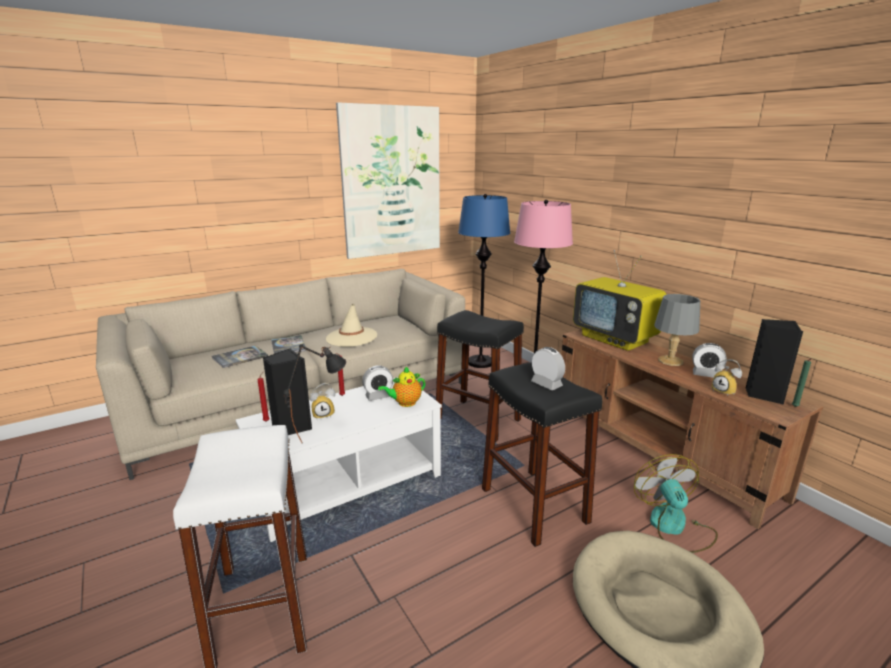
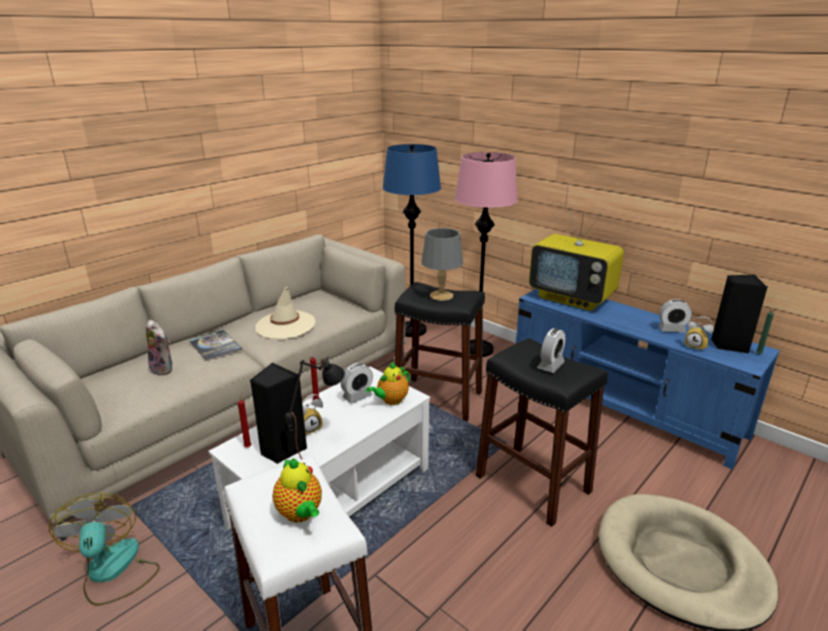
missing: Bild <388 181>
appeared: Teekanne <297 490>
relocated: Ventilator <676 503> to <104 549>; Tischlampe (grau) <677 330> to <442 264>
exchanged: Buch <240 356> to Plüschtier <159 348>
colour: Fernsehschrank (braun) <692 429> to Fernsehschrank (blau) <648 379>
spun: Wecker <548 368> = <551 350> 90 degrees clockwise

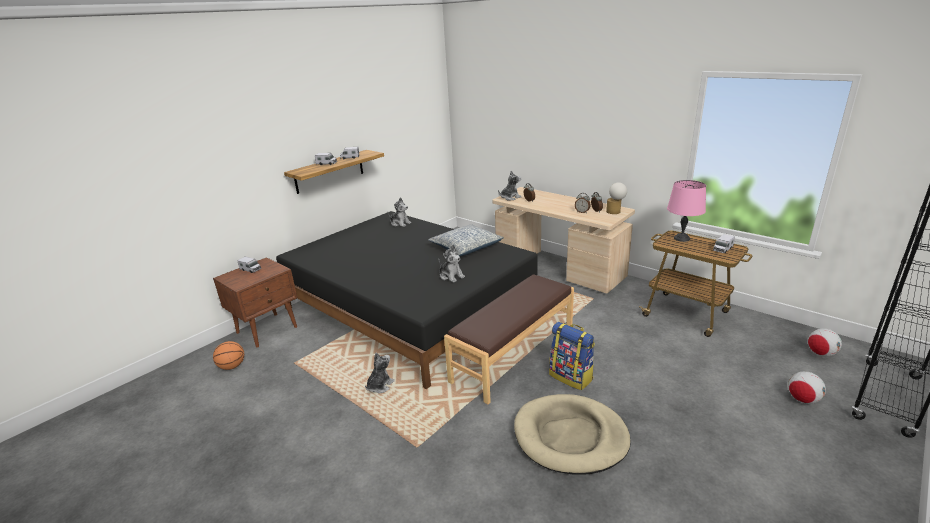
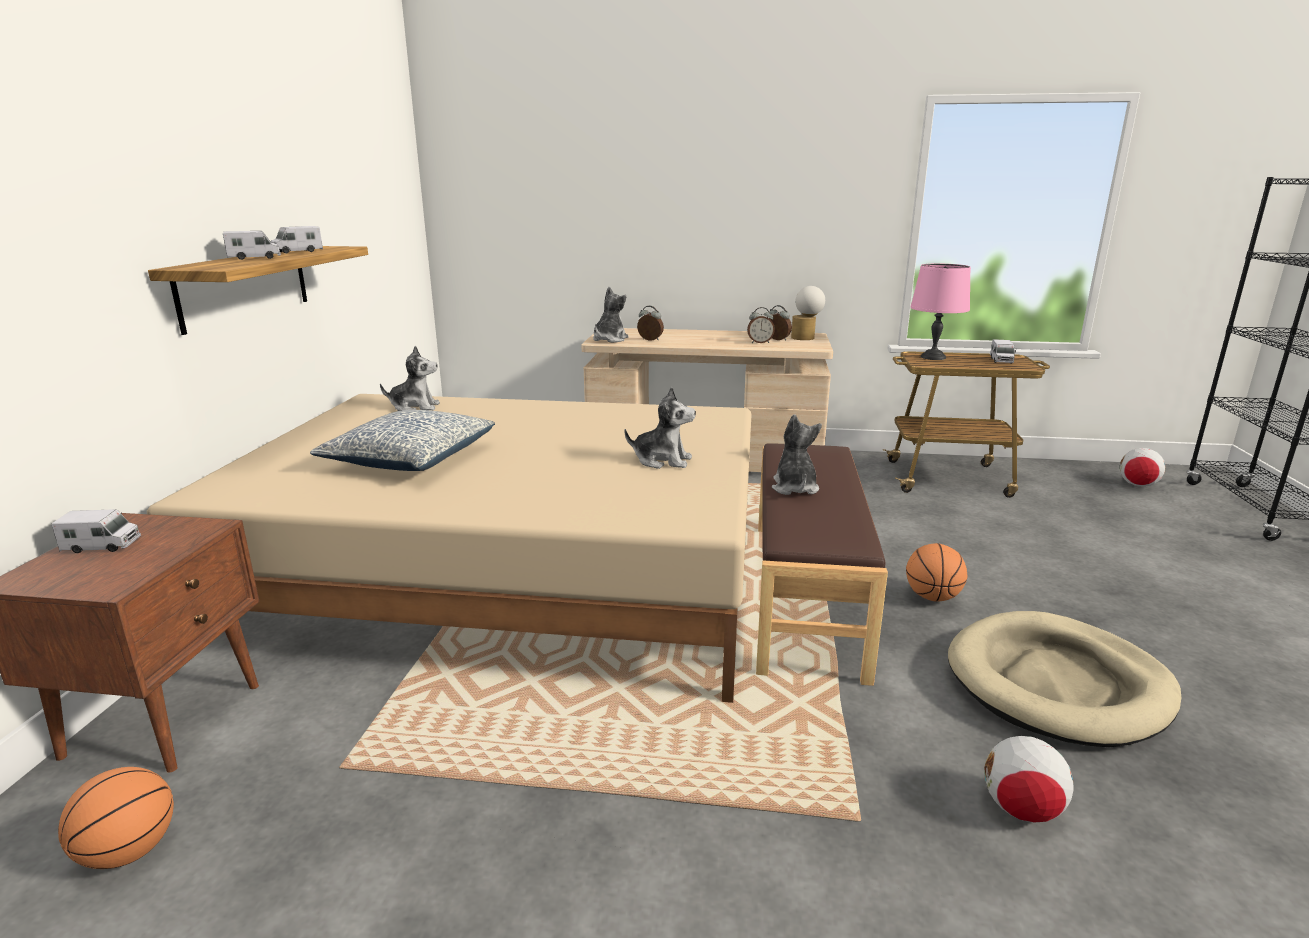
relocated: Kissen <466 240> to <402 440>; Plüschtier <380 373> to <797 454>; Fußball <807 388> to <1029 779>
exchanged: Rucksack <572 356> to Basketball <936 572>
colour: Bett (schwarz) <407 300> to Bett (beige) <449 548>

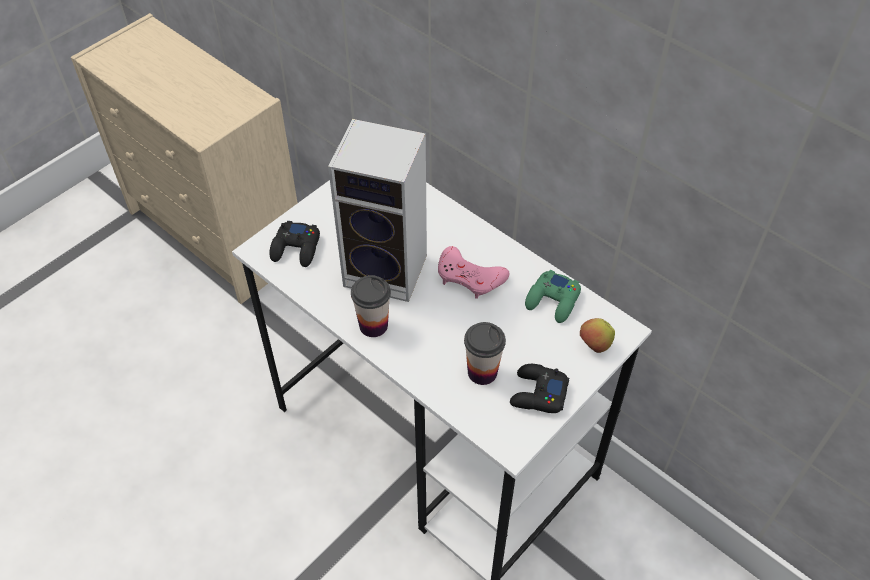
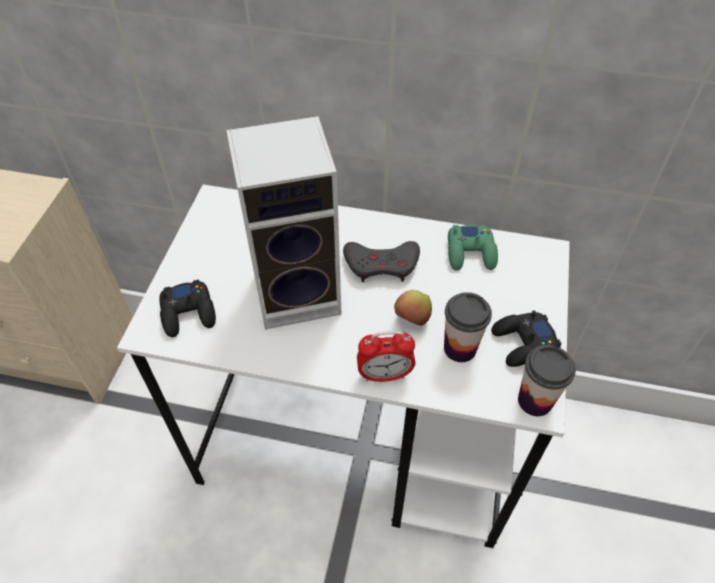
appeared: Wecker <386 356>
relocated: Apfel <597 335> to <413 308>; Tasse <371 306> to <547 380>
colour: Gamepad (rosa) <473 272> to Gamepad (grau) <381 261>

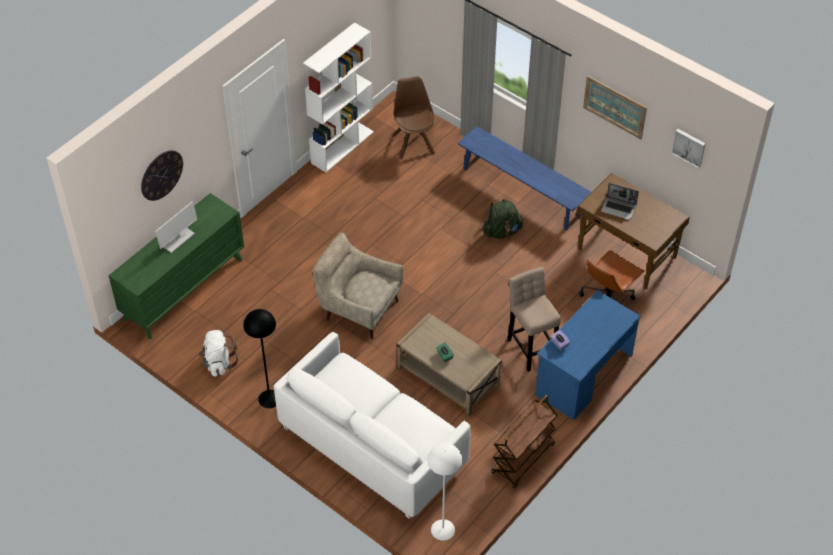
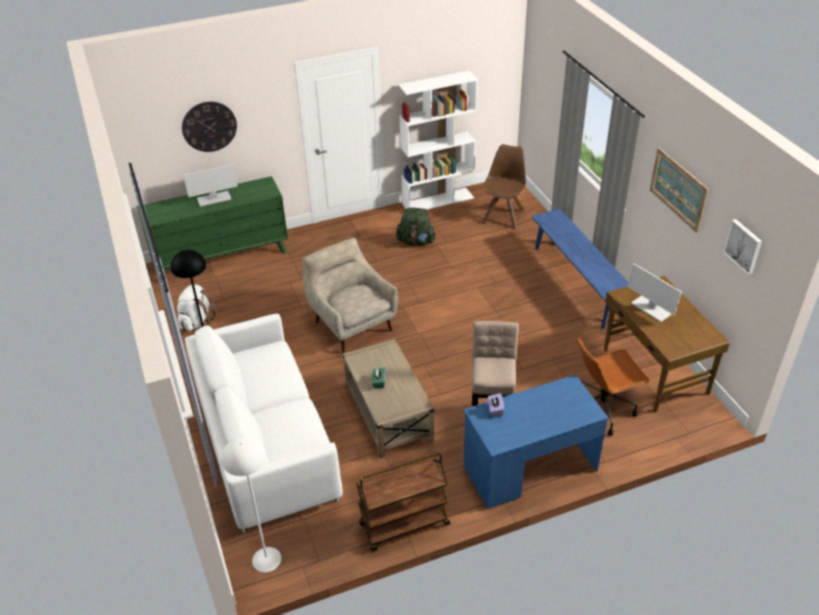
relocated: Rucksack (grün) <503 218> to <416 227>
exchanged: Laptop <620 201> to Monitor <654 292>

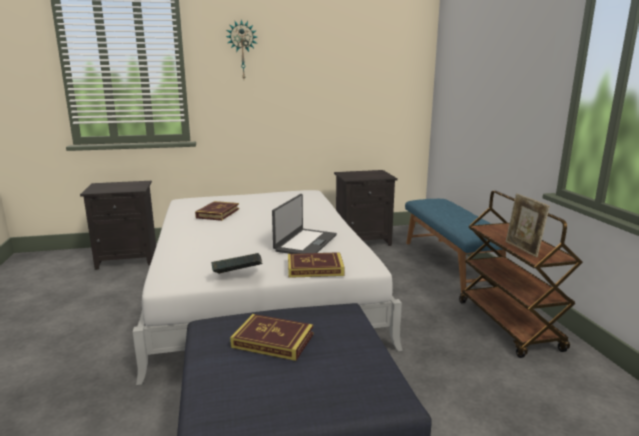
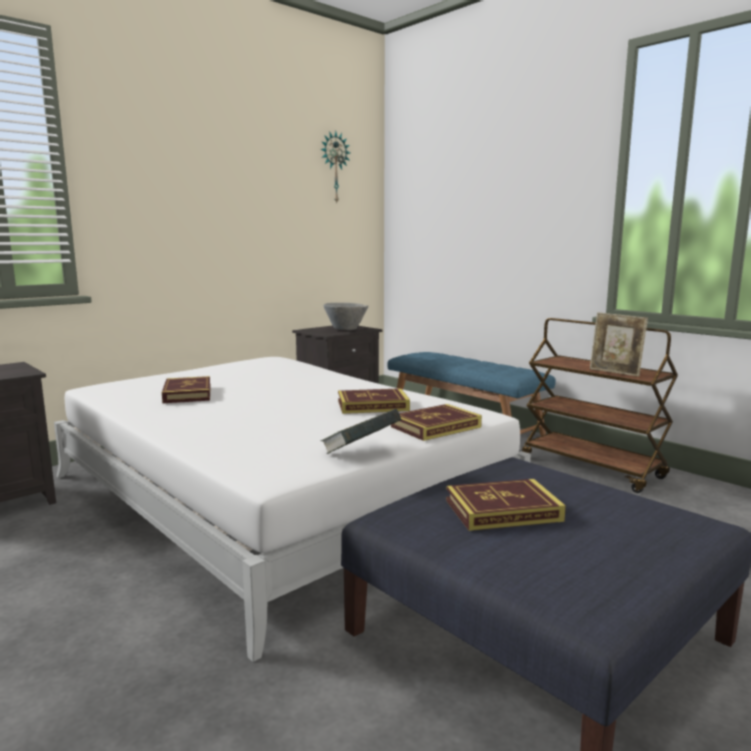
appeared: Schüssel (grau) <346 316>
relocated: Wanduhr <241 49> to <335 167>
exchanged: Laptop <304 224> to Buch <374 401>

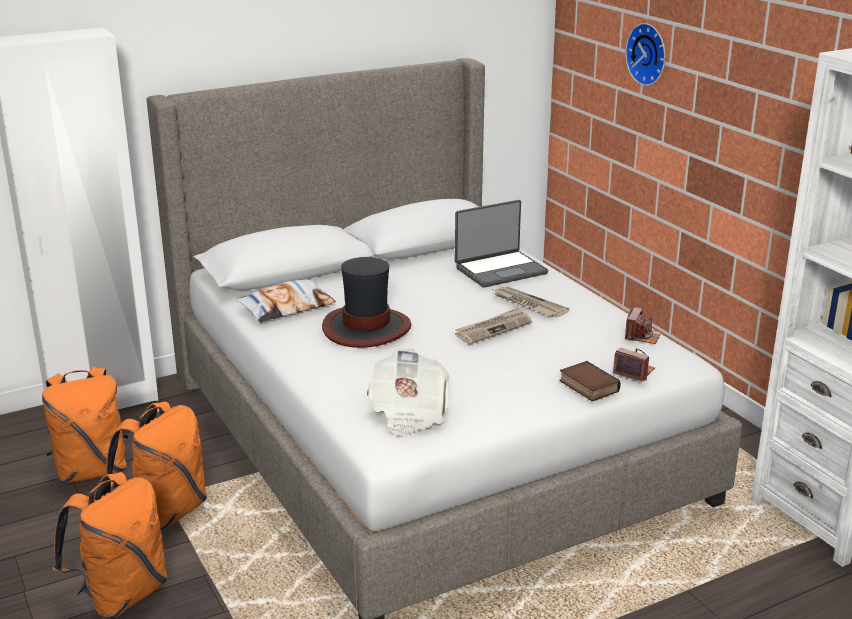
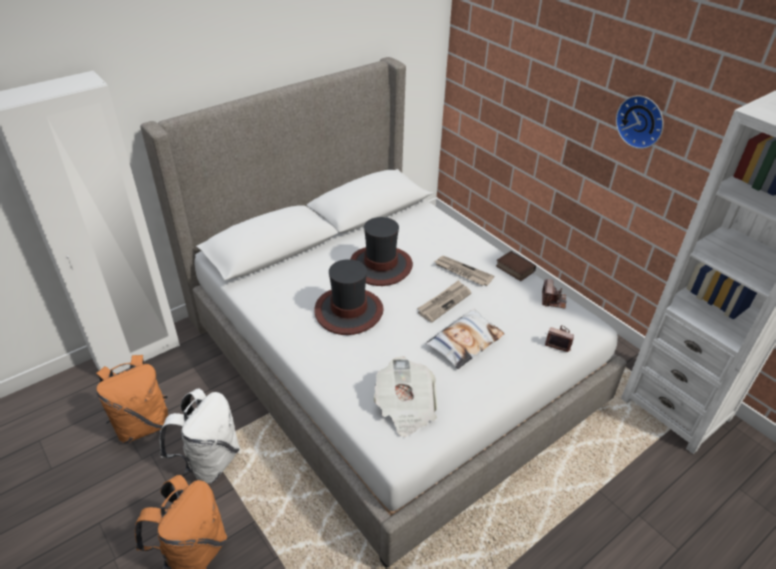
missing: Laptop <501 244>
appeared: Hut <381 251>
relocated: Kissen <286 300> to <465 339>; Buch <590 381> to <516 266>; Wanduhr <645 54> to <640 122>
colour: Rucksack (orange) <156 465> to Rucksack (weiß) <200 436>

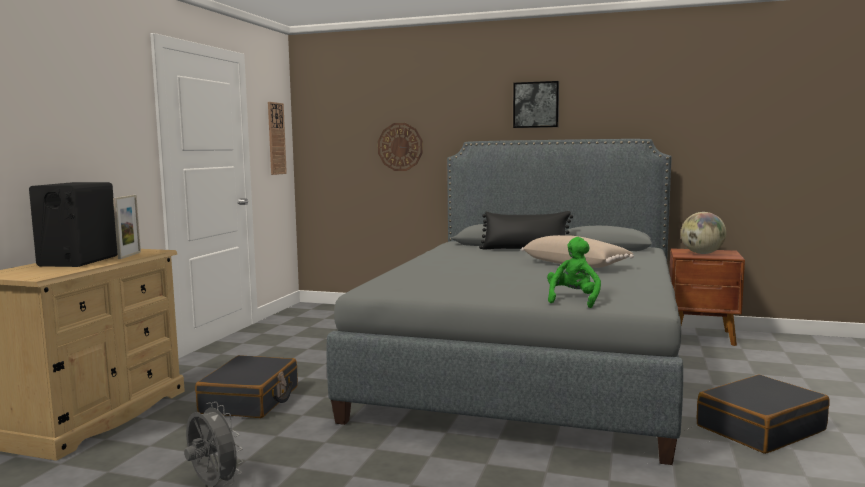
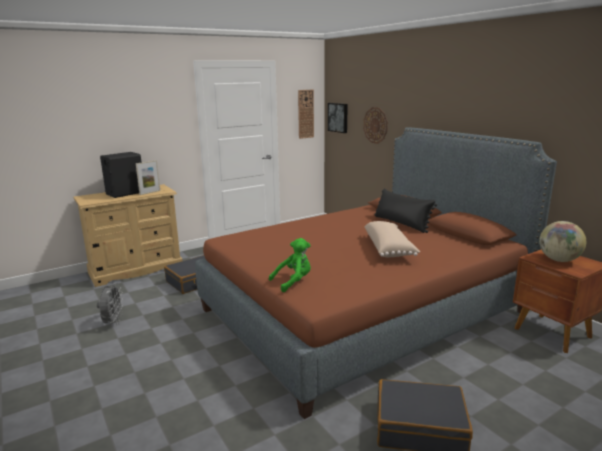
relocated: Bild <536 104> to <338 118>
colour: Bett (grau) <505 302> to Bett (braun) <376 273>

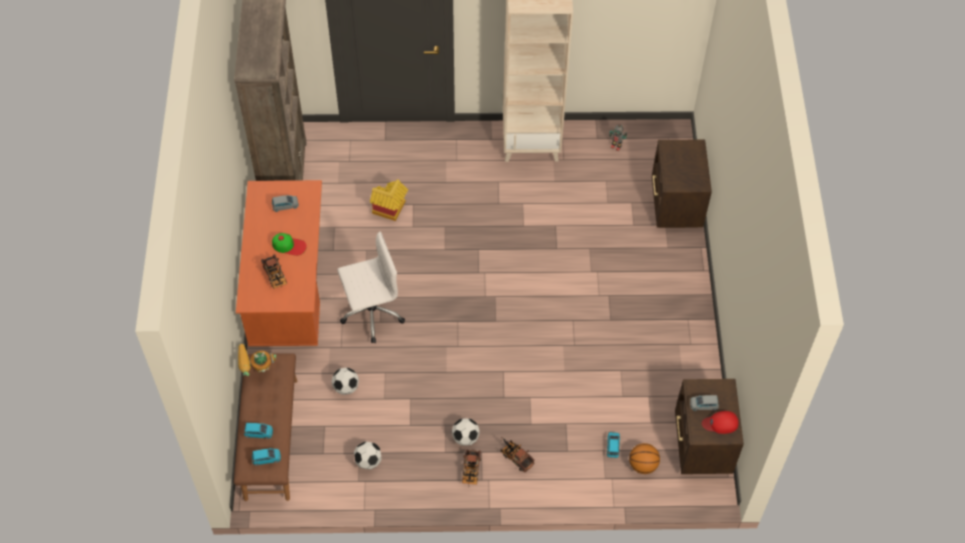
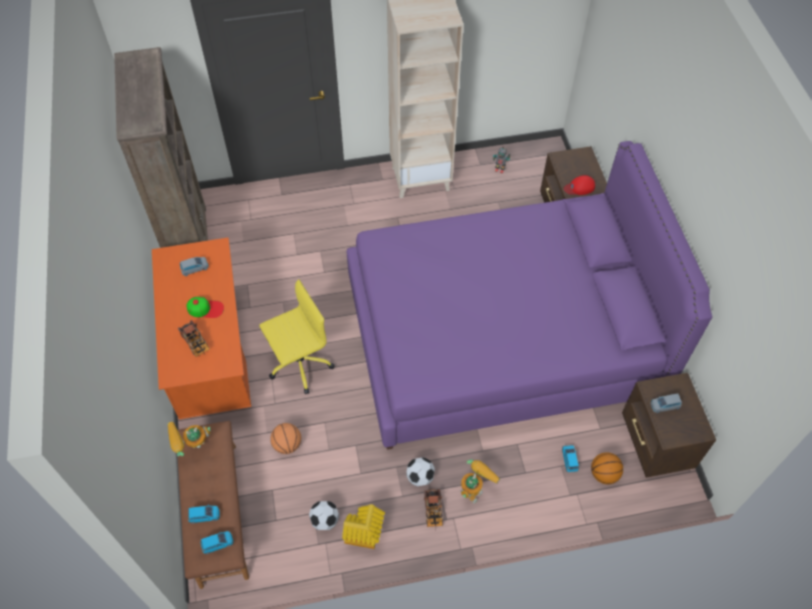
appeared: Bett (lila) <529 295>
relocated: Spielzeughaus <389 200> to <363 526>; Kappe (rot) <720 422> to <579 185>
exchanged: Fußball <345 381> to Basketball <285 438>; Spielzeuglaster <517 454> to Spielzeugroboter <480 481>
colour: Bürostuhl (weiß) <371 287> to Bürostuhl (gelb) <297 336>

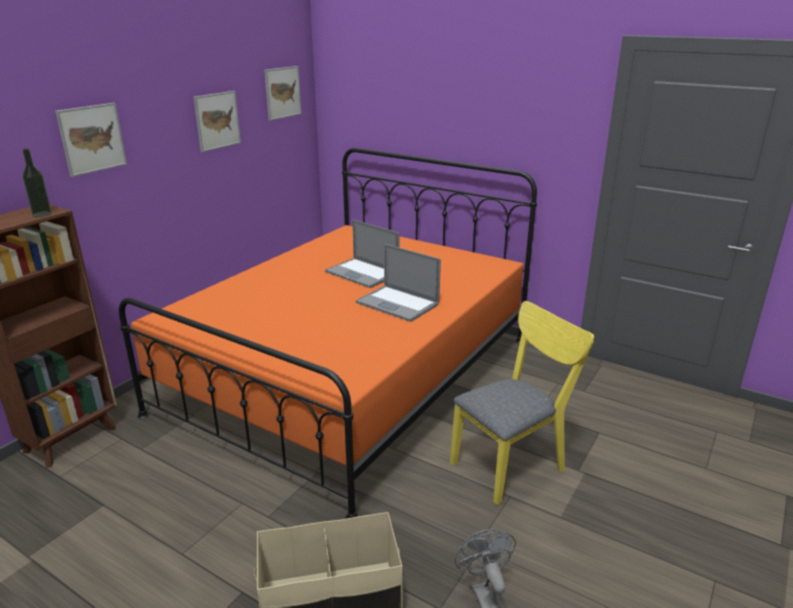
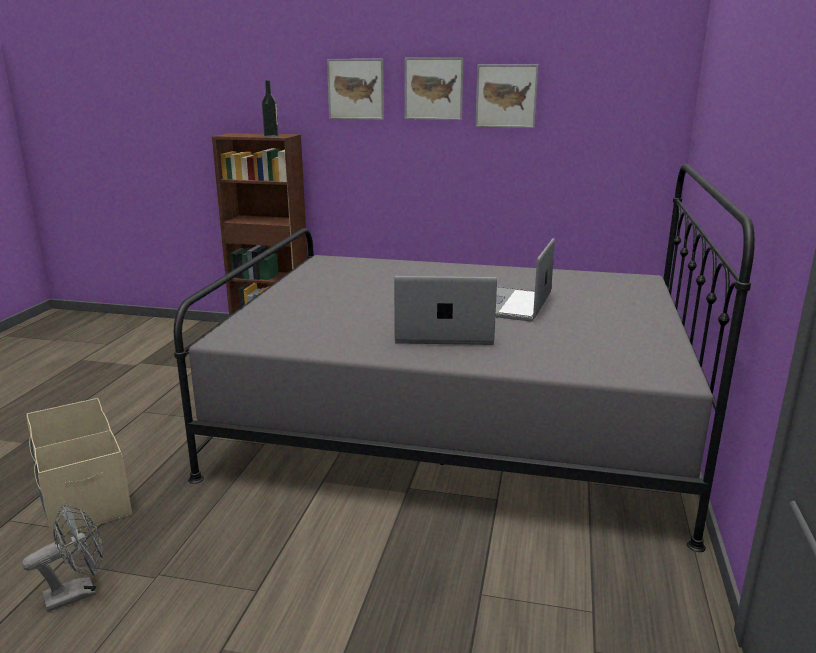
missing: Stuhl (gelb) <522 403>
relocated: Bild <282 93> to <434 89>
colour: Bett (orange) <328 333> to Bett (grau) <464 357>
spun: Laptop <398 283> = <445 310> 75 degrees clockwise

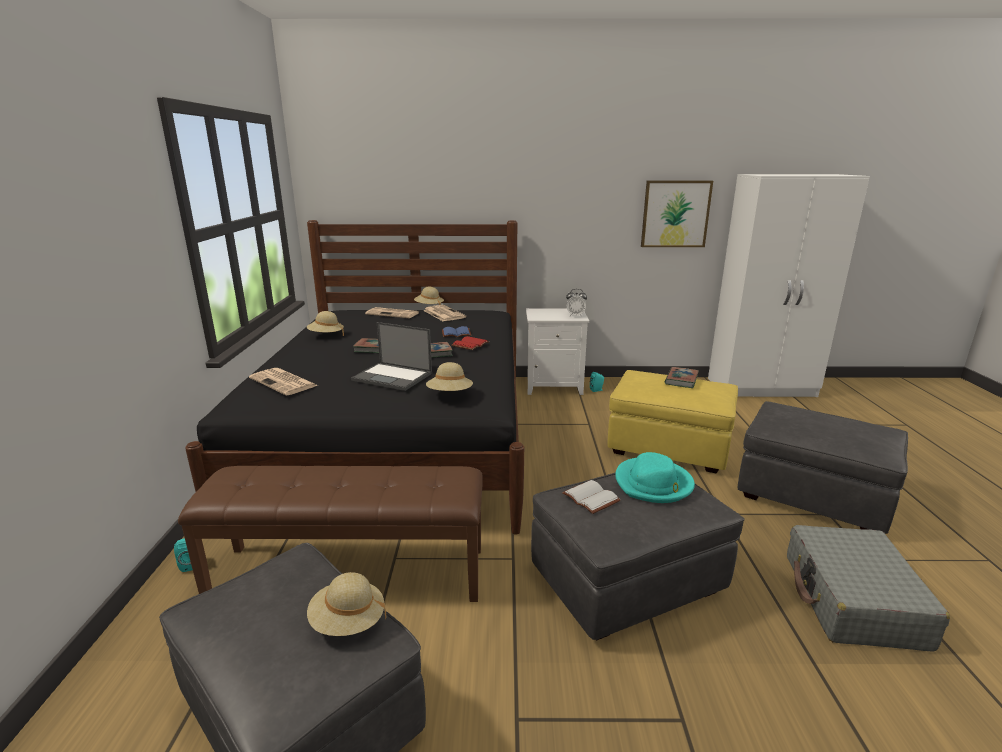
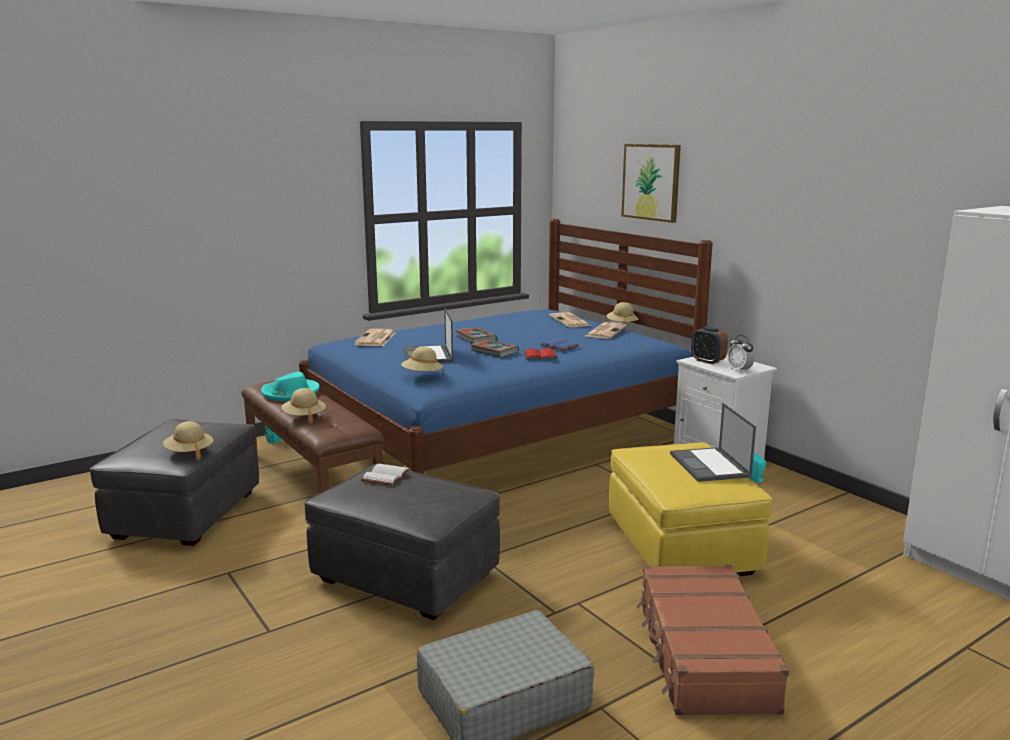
appeared: Wecker <709 345>
relocated: Hut (türkis) <655 477> to <290 386>; Hut (beige) <325 323> to <303 406>; Bild <677 214> to <651 183>
exchanged: Polsterhocker (grau) <823 467> to Koffer (braun) <712 640>; Buch <682 377> to Laptop <713 442>
colour: Bett (schwarz) <354 377> to Bett (blau) <506 346>

